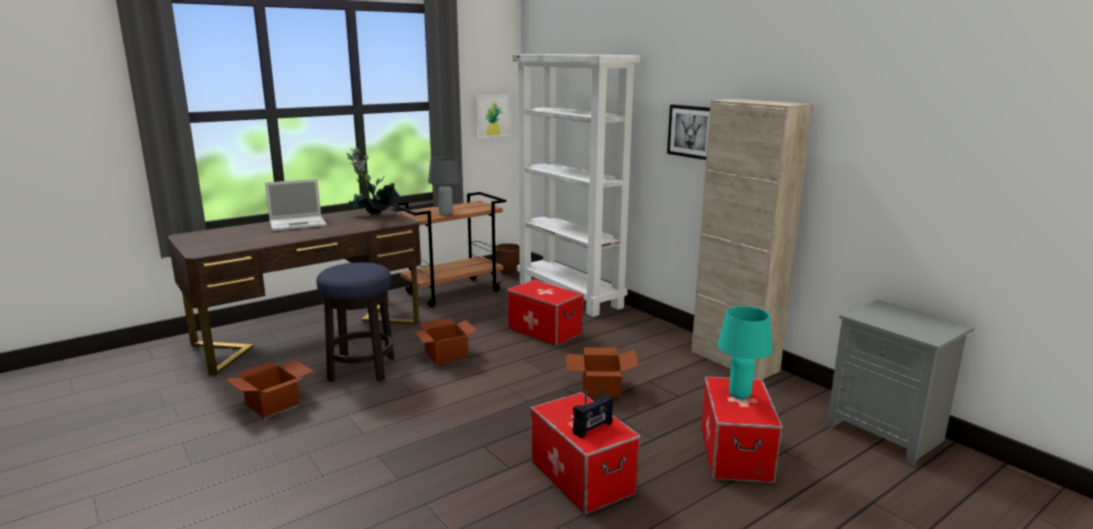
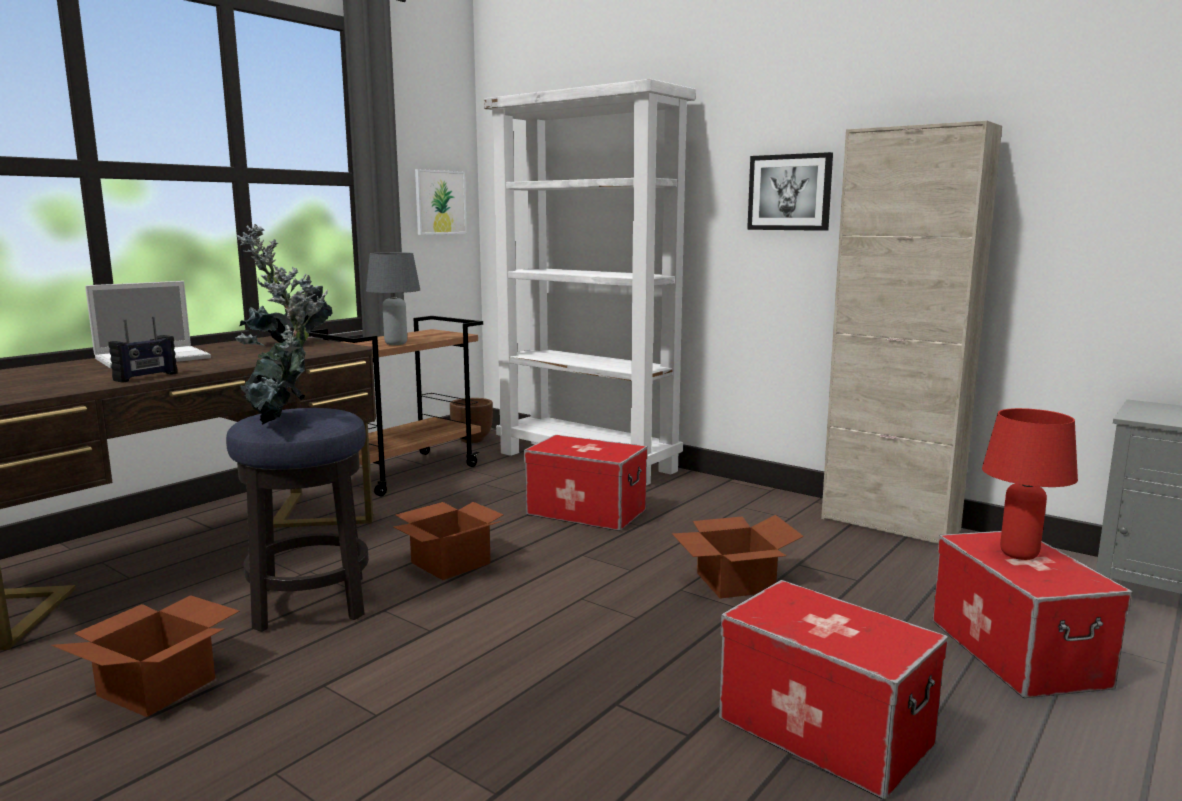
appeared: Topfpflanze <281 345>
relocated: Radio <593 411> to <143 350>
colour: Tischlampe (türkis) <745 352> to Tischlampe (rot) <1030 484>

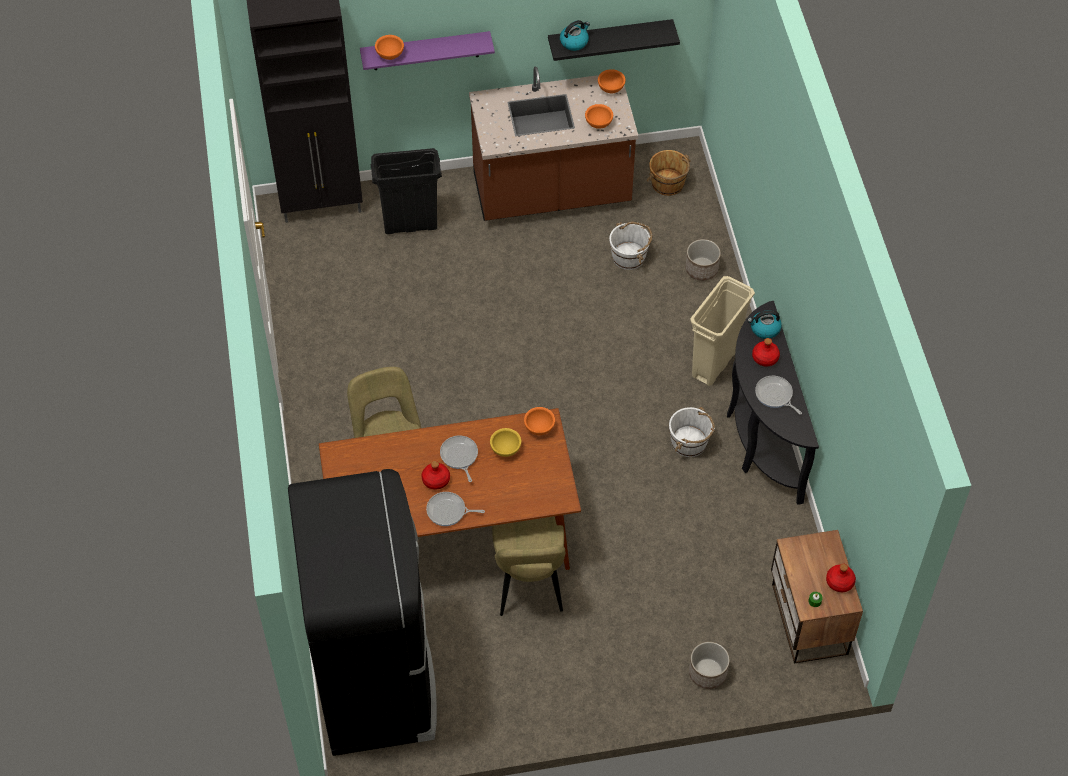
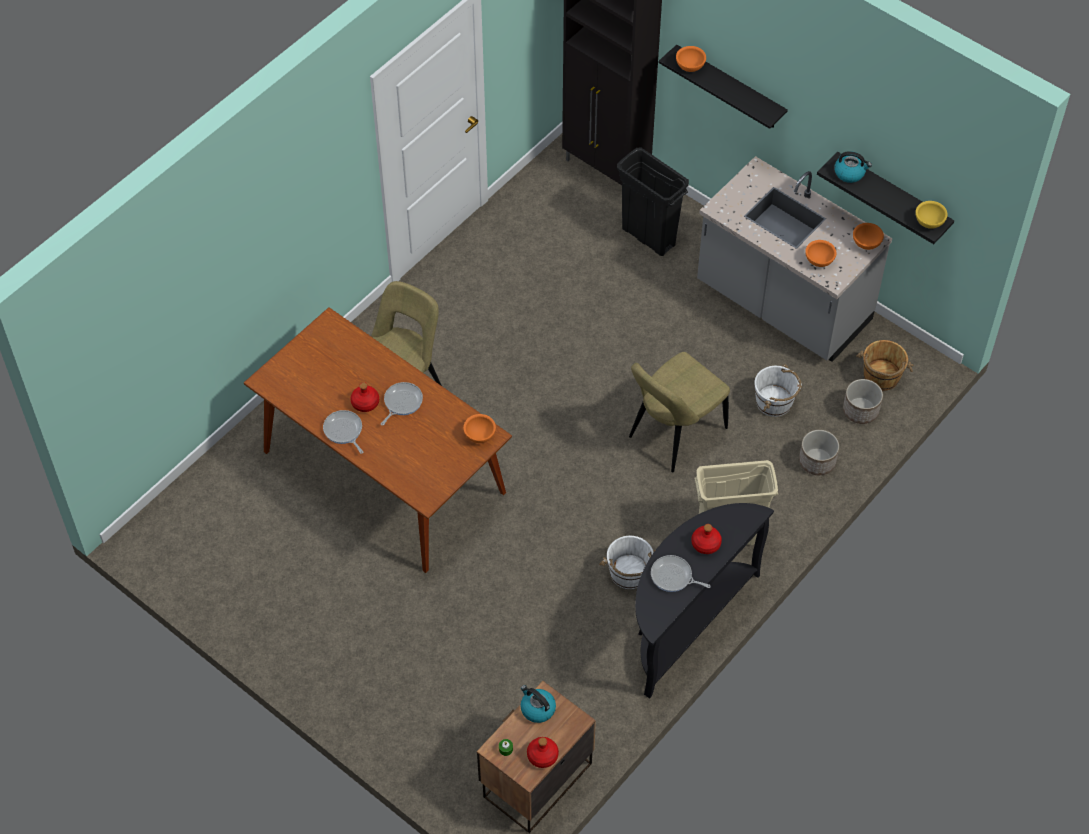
missing: Kühlschrank (schwarz) <362 612>
relocated: Wasserkessel <764 324> to <538 704>; Stuhl (beige) <528 566> to <679 412>; Pflanzkübel <709 665> to <863 401>; Schüssel (gelb) <505 442> to <931 215>
colour: Wandregal (lila) <427 50> to Wandregal (schwarz) <723 87>; Küchenzeile (braun) <553 143> to Küchenzeile (grau) <794 259>
spun: Pfanne <778 395> = <681 573> 75 degrees counterclockwise

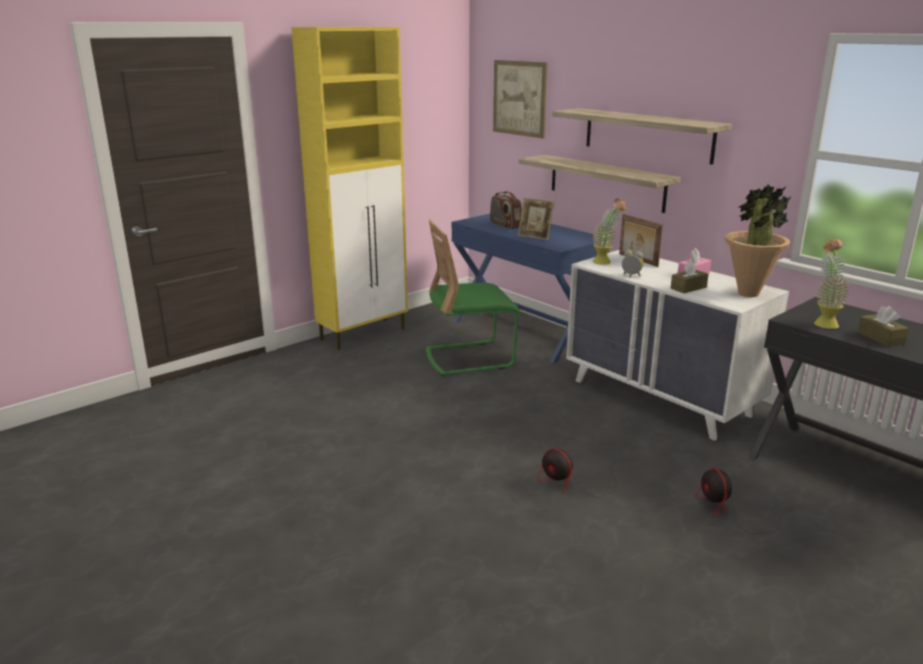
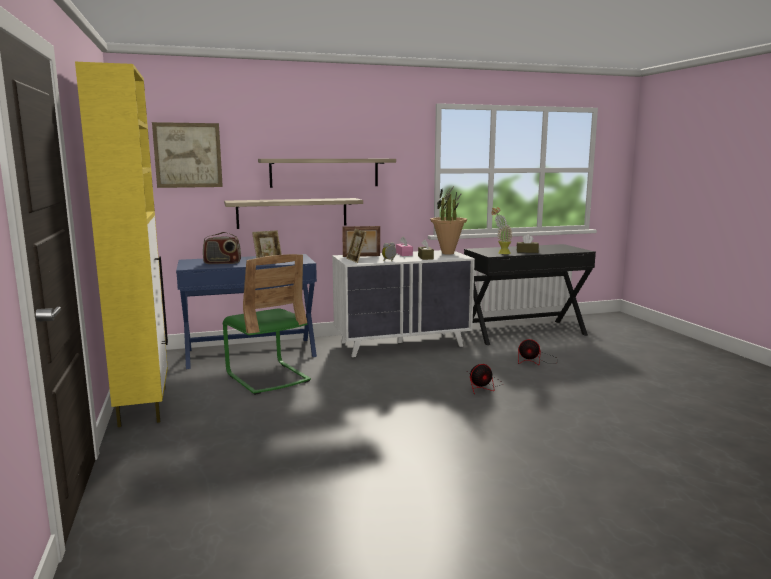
exchanged: Topfpflanze <609 232> to Bilderrahmen <356 246>
spun: Stuhl (grün) <473 297> = <267 324> 45 degrees counterclockwise

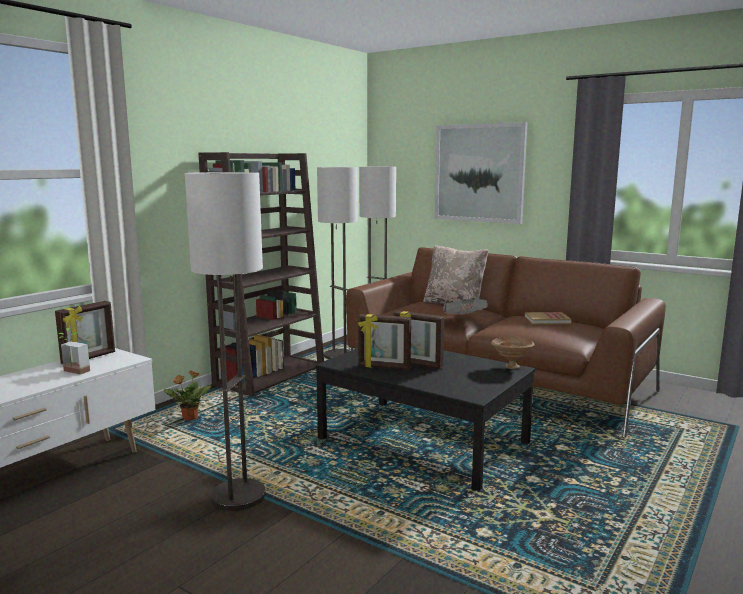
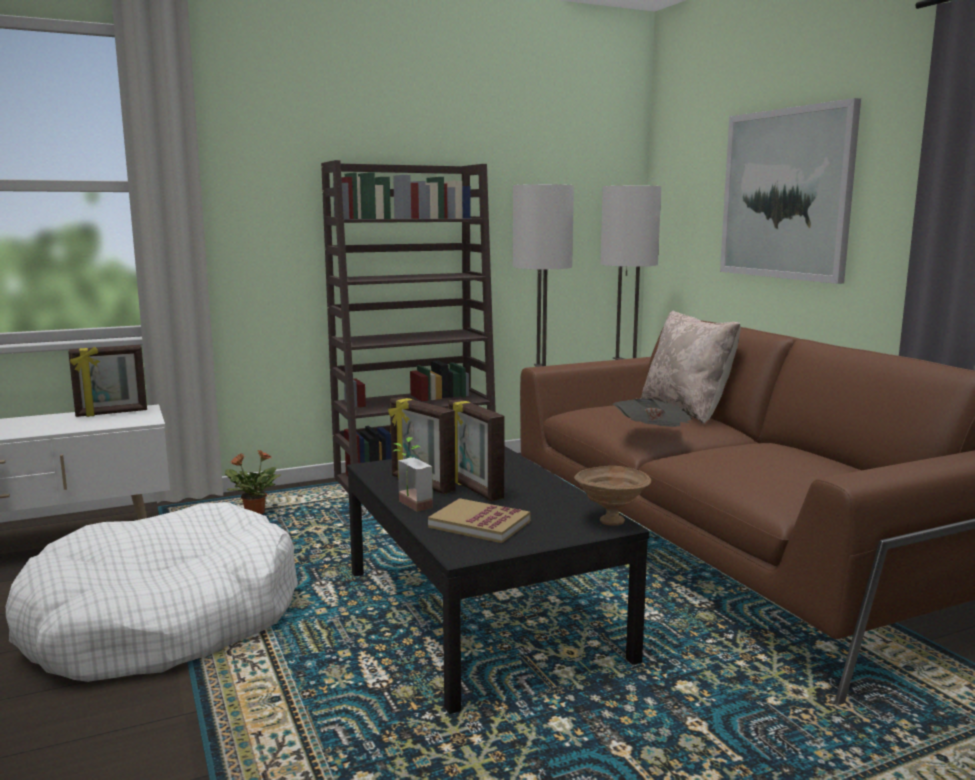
relocated: Topfpflanze <74 351> to <413 474>; Buch <548 318> to <479 520>
exchanged: Stehlampe <225 341> to Hundebett (weiß) <152 592>

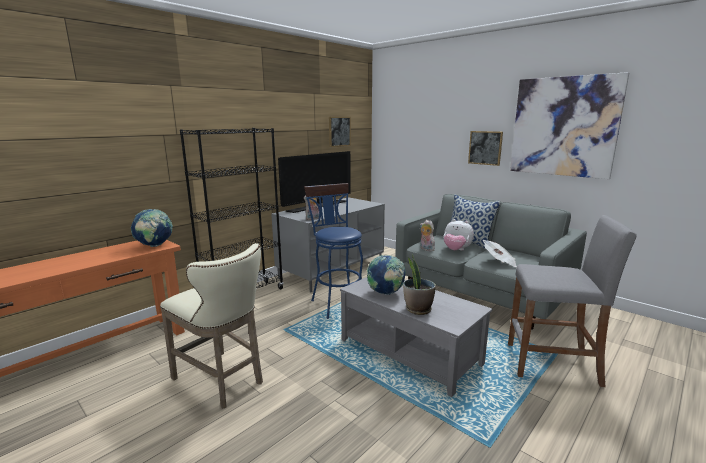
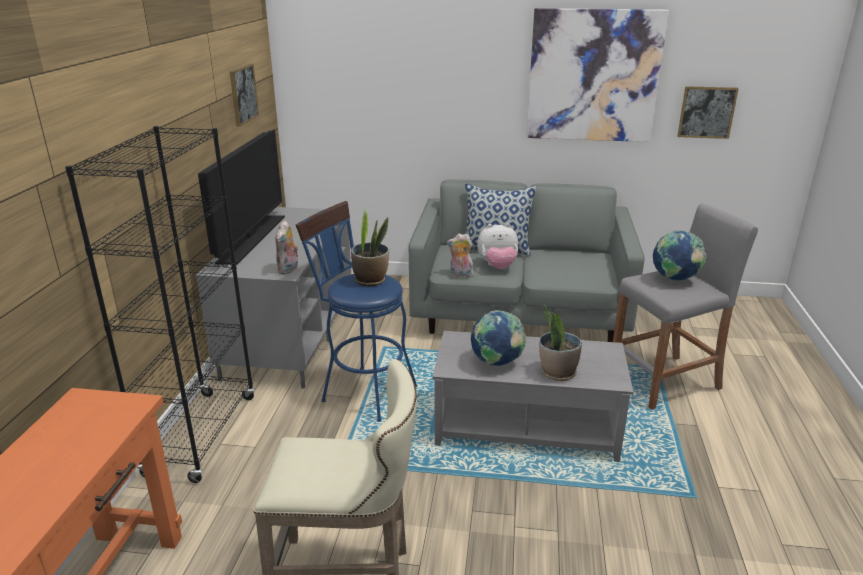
missing: Zeitung <500 253>
appeared: Topfpflanze <370 247>
relocated: Globus <152 228> to <679 255>; Bild <485 148> to <708 112>

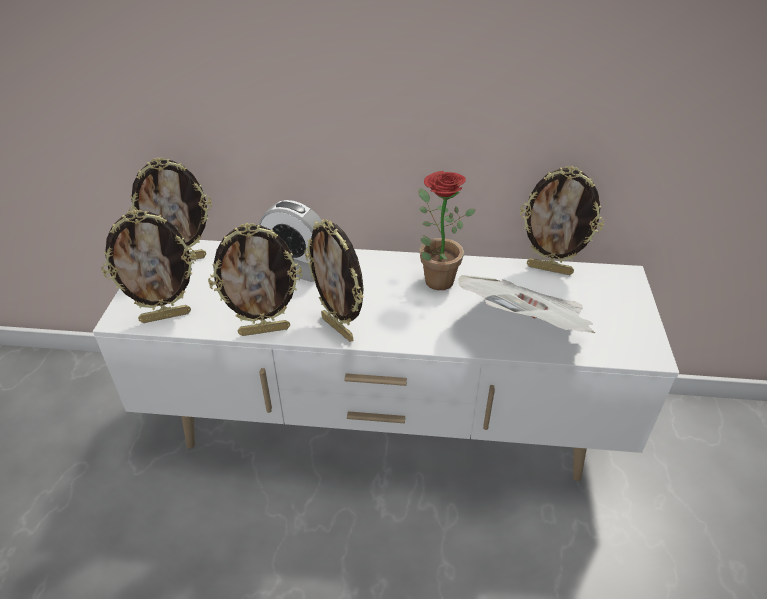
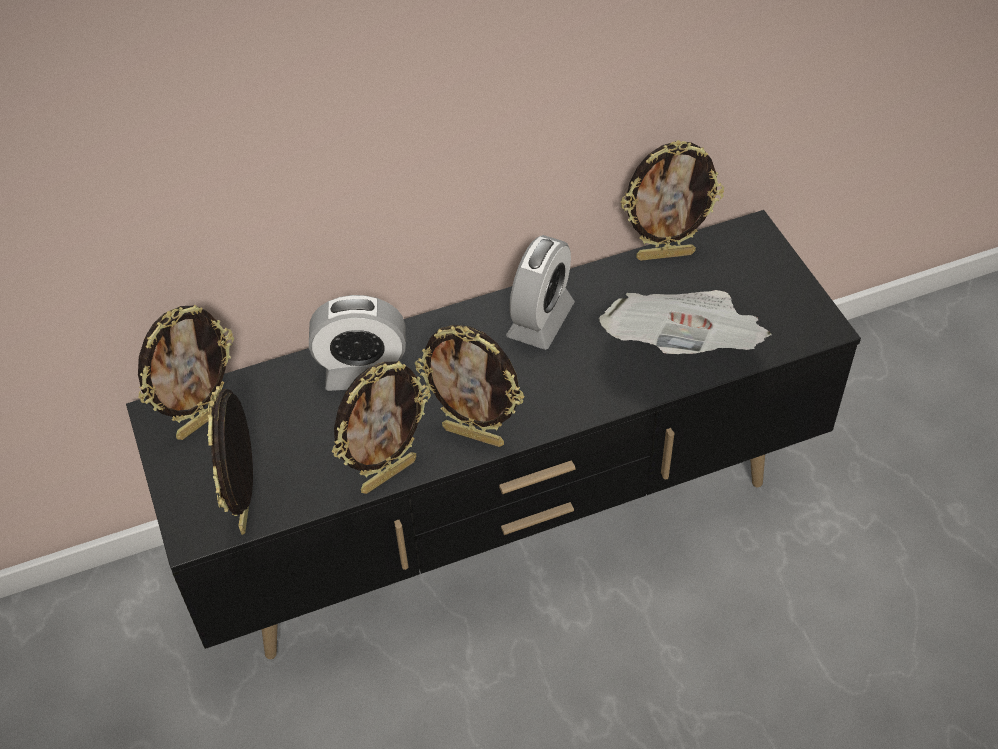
exchanged: Topfpflanze <447 230> to Wecker <540 292>
colour: Fernsehschrank (weiß) <386 360> to Fernsehschrank (schwarz) <493 434>
spun: Bilderrahmen <149 266> = <230 460> 135 degrees clockwise

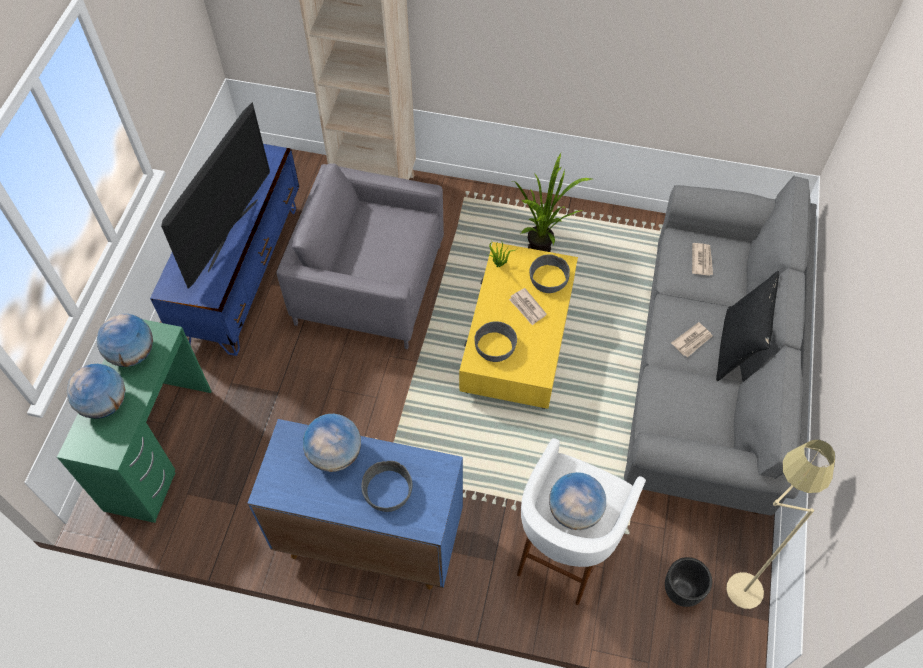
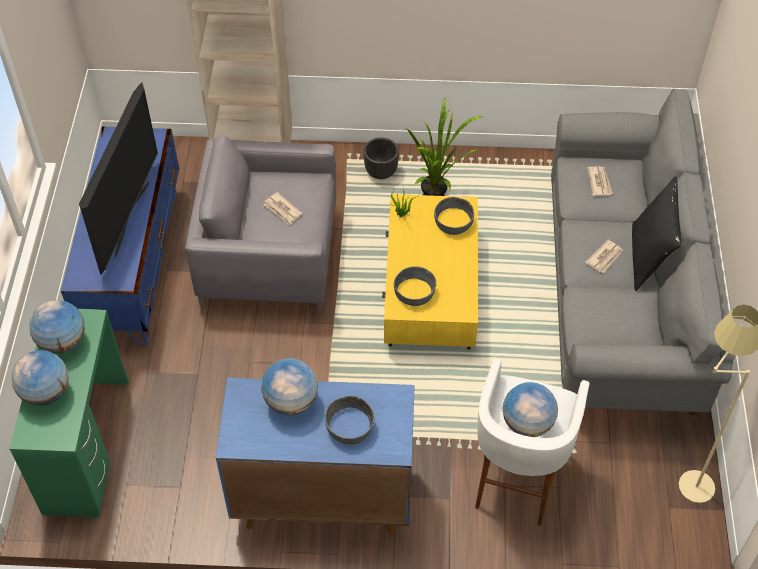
relocated: Zeitung <528 306> to <282 209>; Pflanzkübel (schwarz) <688 582> to <381 158>

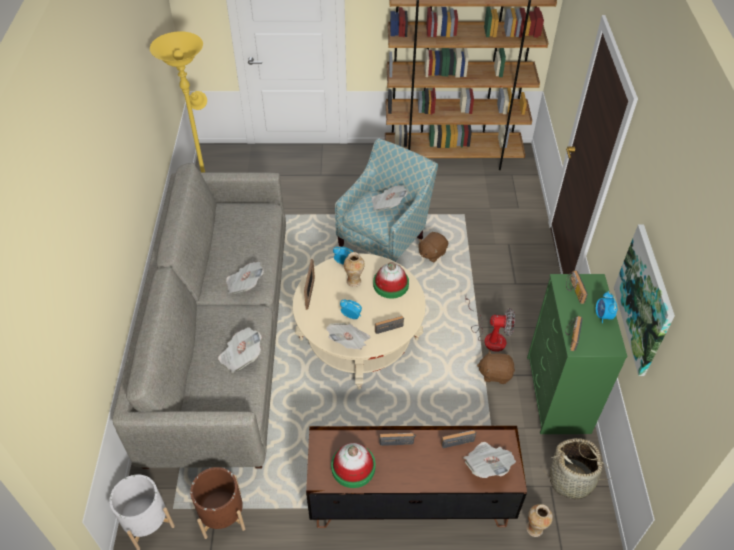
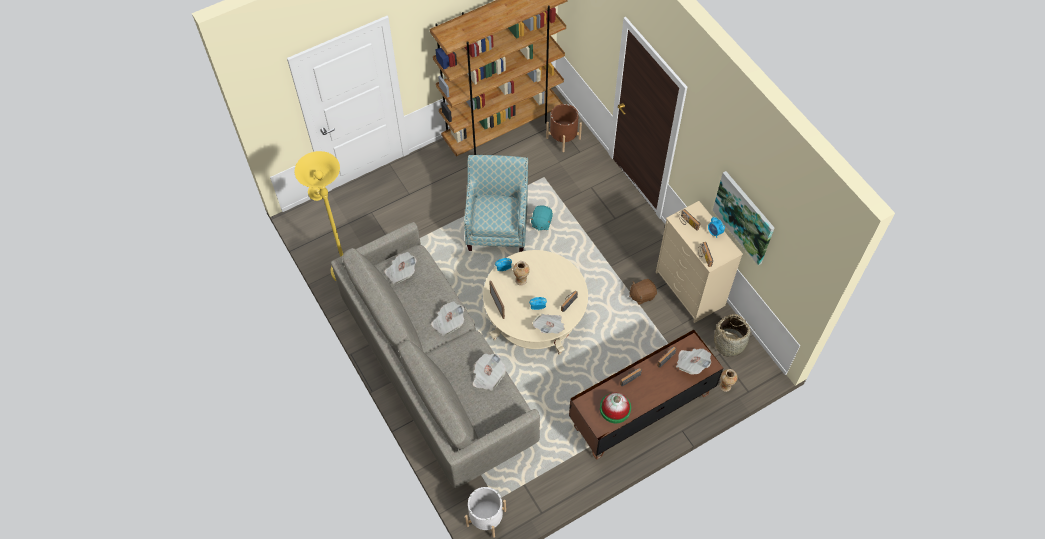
missing: Hut <391 280>; Ventilator <490 325>
relocated: Zeitung <389 198> to <400 268>; Pflanzkübel (braun) <217 503> to <564 128>
colour: Plüschtier (braun) <433 247> to Plüschtier (türkis) <541 217>; Kommode (grün) <577 354> to Kommode (beige) <699 262>

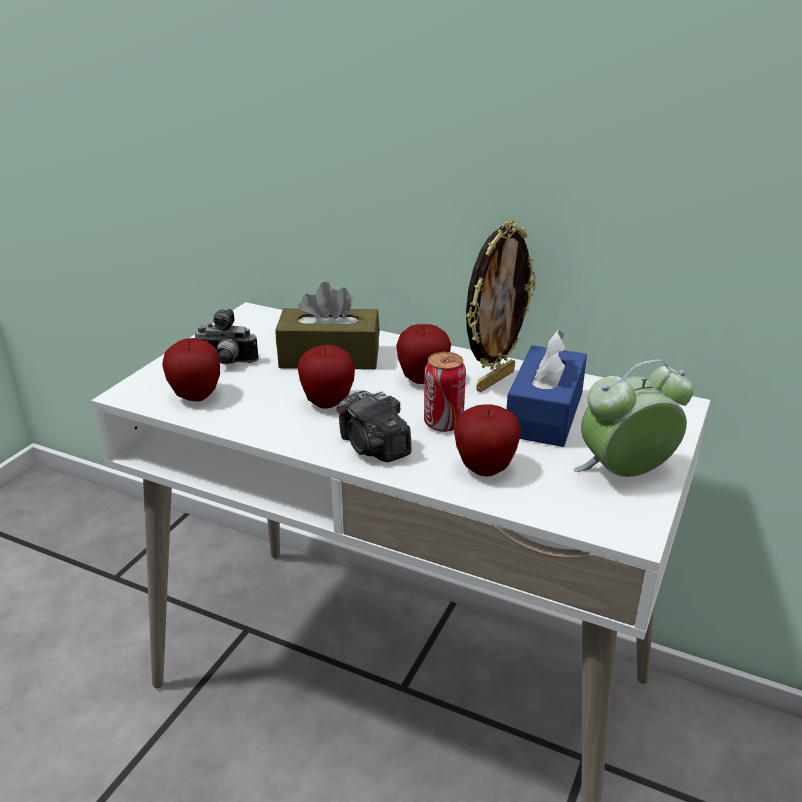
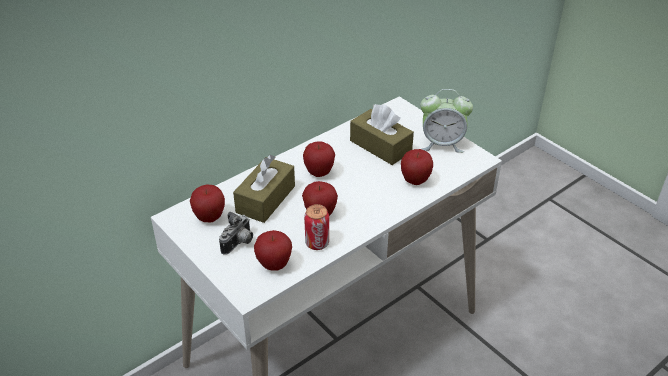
missing: Kamera <374 426>; Bilderrahmen <501 306>
appeared: Apfel <207 203>
relocated: Dose <445 392> to <316 227>
colour: Taschentuchbox (blau) <546 388> to Taschentuchbox (braun) <382 134>
spun: Wecker <634 418> = <446 121> 90 degrees counterclockwise

